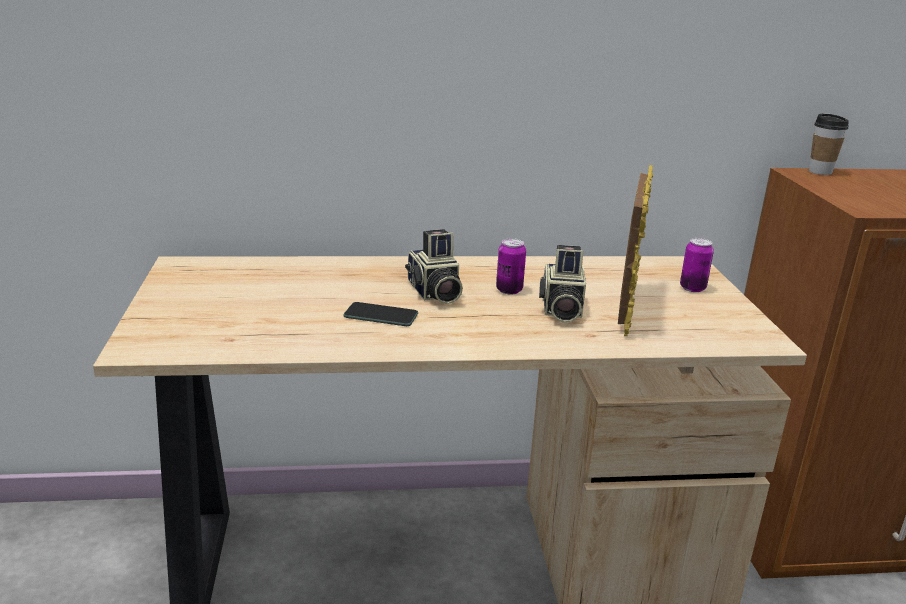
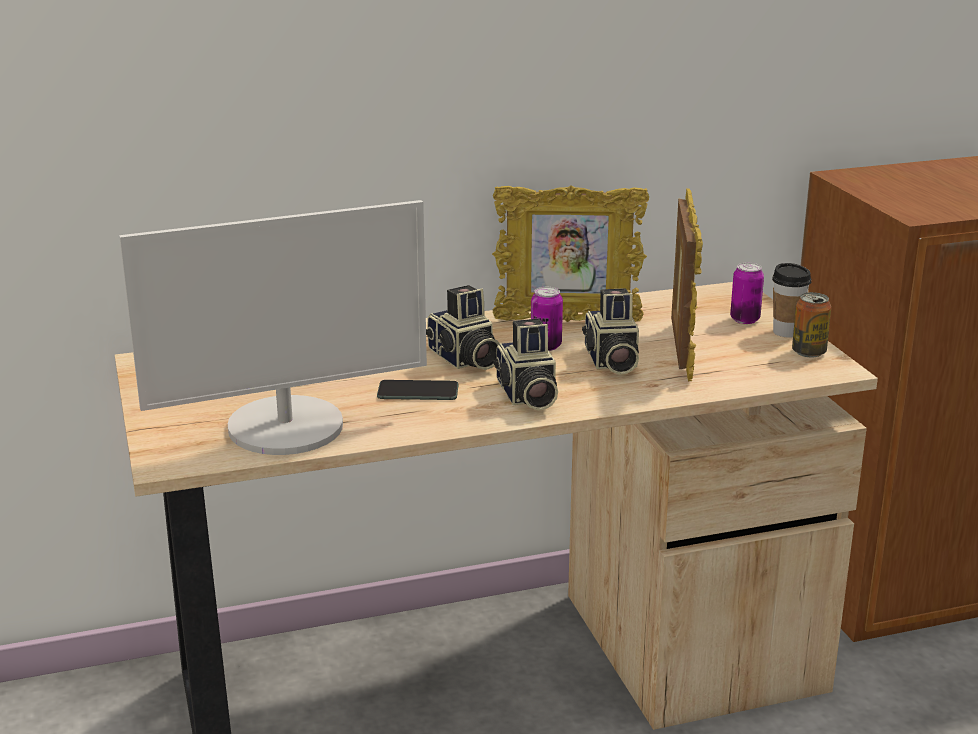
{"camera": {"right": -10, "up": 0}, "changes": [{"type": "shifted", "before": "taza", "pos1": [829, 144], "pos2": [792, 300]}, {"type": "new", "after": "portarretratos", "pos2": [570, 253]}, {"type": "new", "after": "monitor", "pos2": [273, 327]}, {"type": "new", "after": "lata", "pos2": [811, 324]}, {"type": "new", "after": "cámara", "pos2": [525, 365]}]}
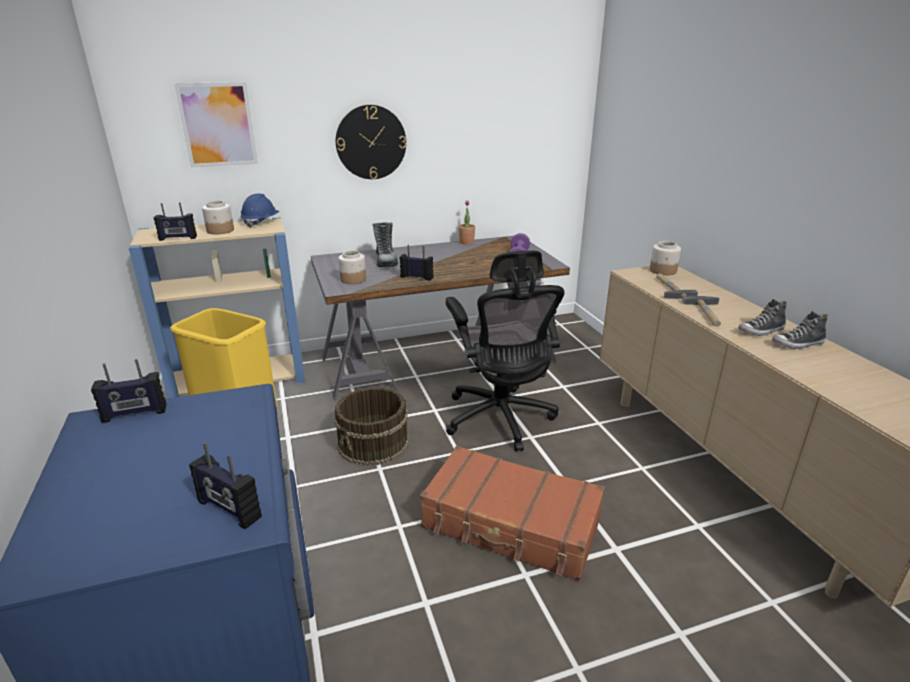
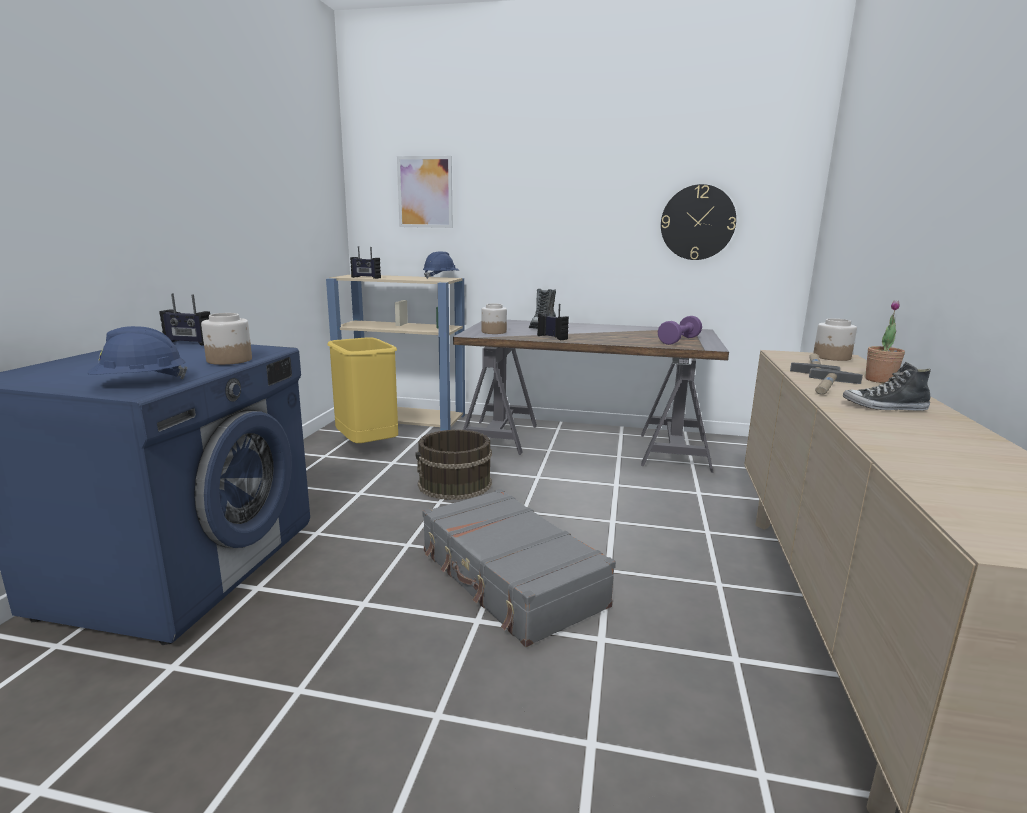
{"camera": {"right": 30, "up": -10}, "changes": [{"type": "shifted", "before": "reloj de pared", "pos1": [371, 142], "pos2": [698, 222]}, {"type": "shifted", "before": "planta en maceta", "pos1": [466, 222], "pos2": [885, 341]}, {"type": "shifted", "before": "tarro", "pos1": [218, 217], "pos2": [226, 339]}, {"type": "gone", "before": "silla de oficina", "pos1": [505, 351]}, {"type": "gone", "before": "zapato", "pos1": [800, 330]}, {"type": "swapped", "before": "radio", "after": "casco/azul", "pos1": [225, 485], "pos2": [137, 352]}, {"type": "repainted", "before": "maleta/marrón", "after": "maleta/gris", "pos1": [512, 513], "pos2": [519, 568]}]}
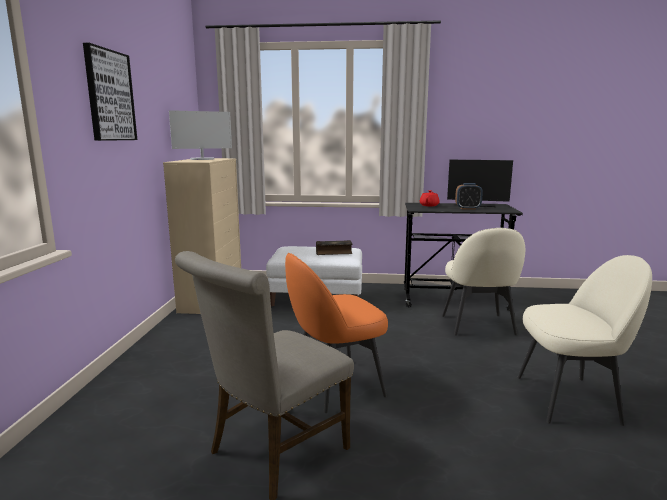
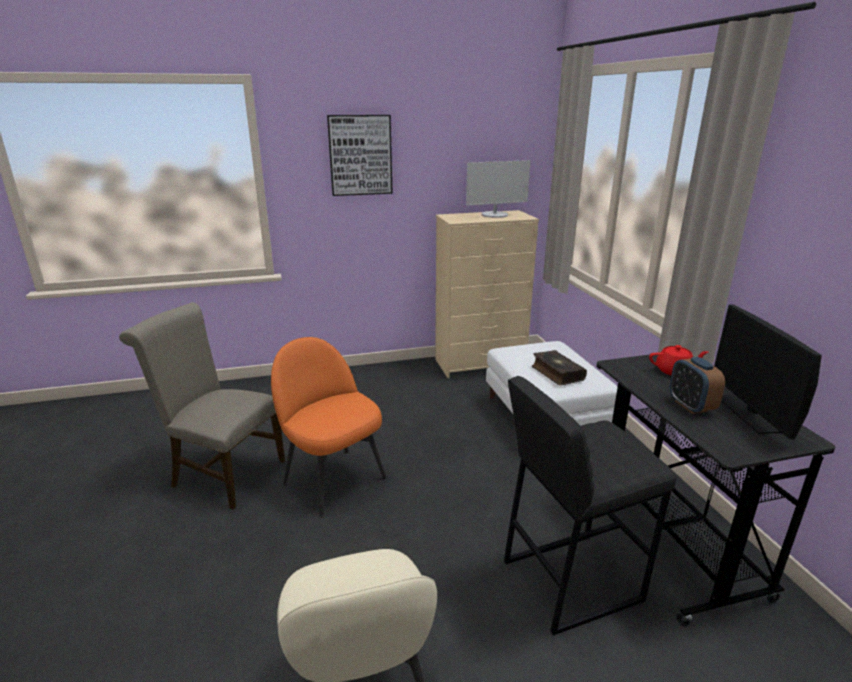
{"camera": {"right": 70, "up": 10}, "changes": [{"type": "rotated", "before": "monitor", "pos1": [200, 135], "pos2": [498, 189], "turn": -60}, {"type": "swapped", "before": "silla/beis", "after": "taburete/negro", "pos1": [483, 282], "pos2": [590, 506]}]}
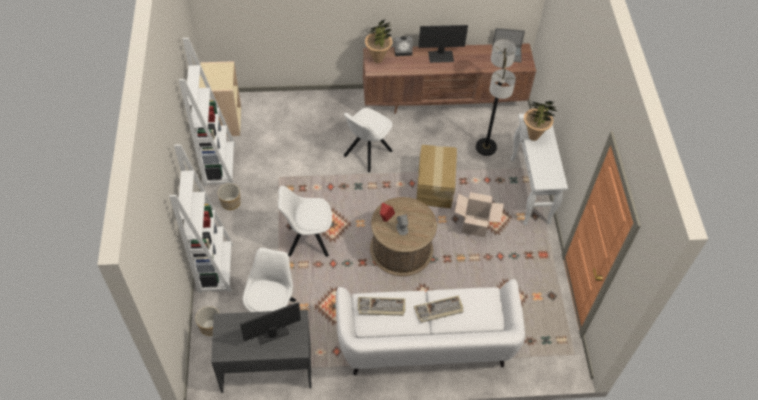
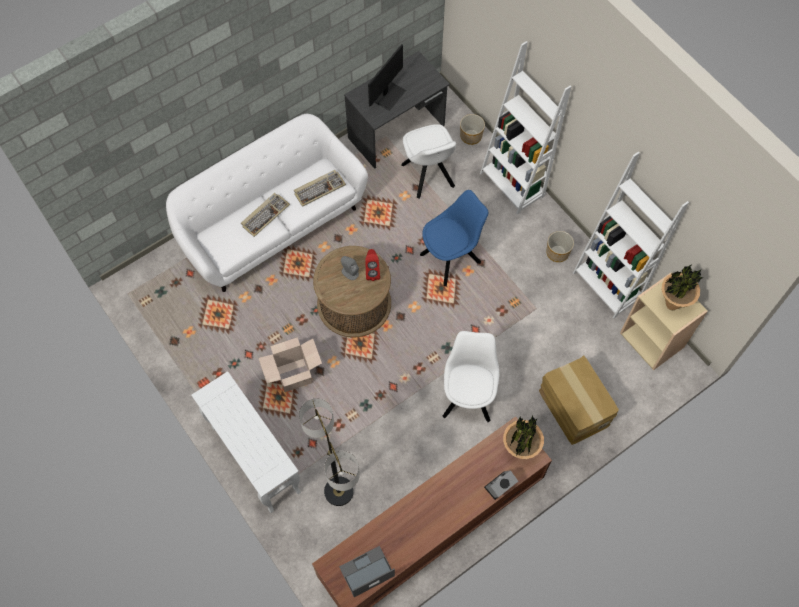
{"camera": {"right": 150, "up": 10}, "changes": [{"type": "gone", "before": "monitor", "pos1": [443, 44]}, {"type": "shifted", "before": "planta en maceta", "pos1": [540, 121], "pos2": [682, 287]}, {"type": "shifted", "before": "caja de cartón", "pos1": [436, 176], "pos2": [579, 400]}, {"type": "repainted", "before": "silla/blanco", "after": "silla/azul", "pos1": [305, 221], "pos2": [454, 238]}]}
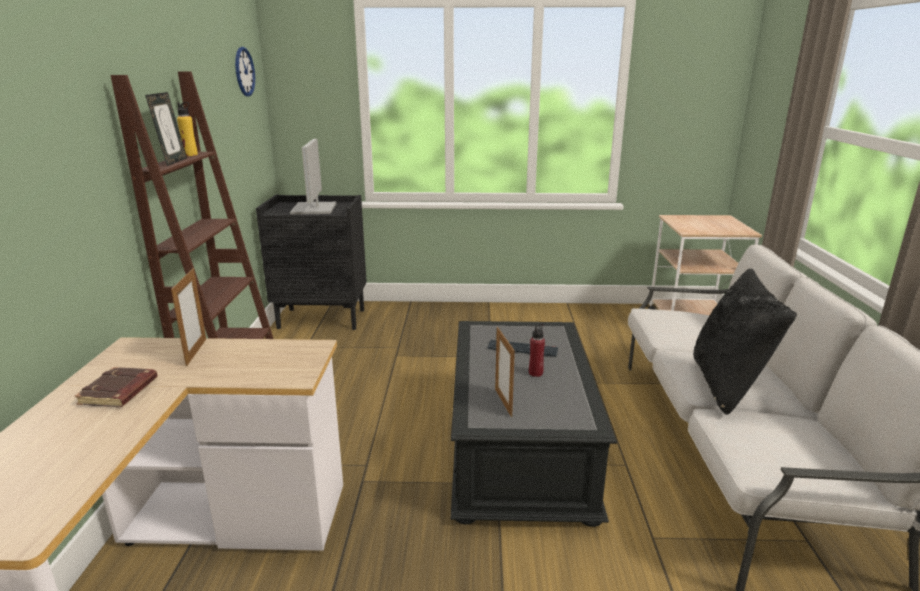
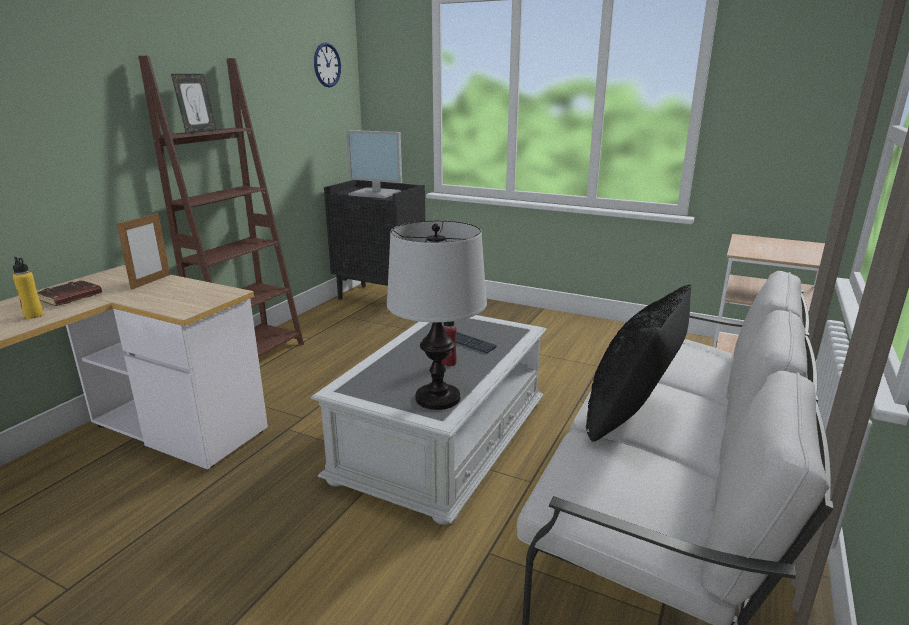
{"camera": {"right": 25, "up": 0}, "changes": [{"type": "shifted", "before": "botella/amarillo", "pos1": [187, 129], "pos2": [28, 288]}, {"type": "rotated", "before": "monitor", "pos1": [313, 177], "pos2": [374, 164], "turn": -90}, {"type": "repainted", "before": "mesa de centro/negro", "after": "mesa de centro/blanco", "pos1": [534, 424], "pos2": [429, 420]}, {"type": "gone", "before": "portarretratos", "pos1": [505, 372]}, {"type": "new", "after": "lámpara de mesa", "pos2": [437, 315]}]}
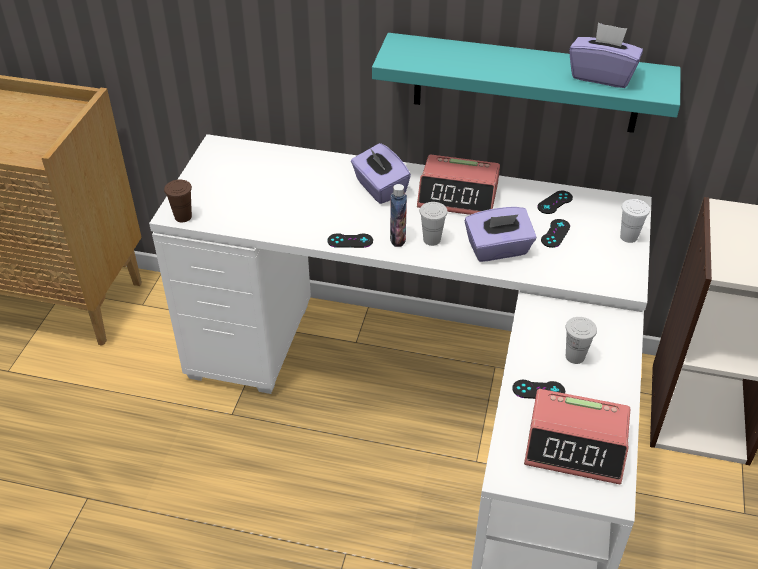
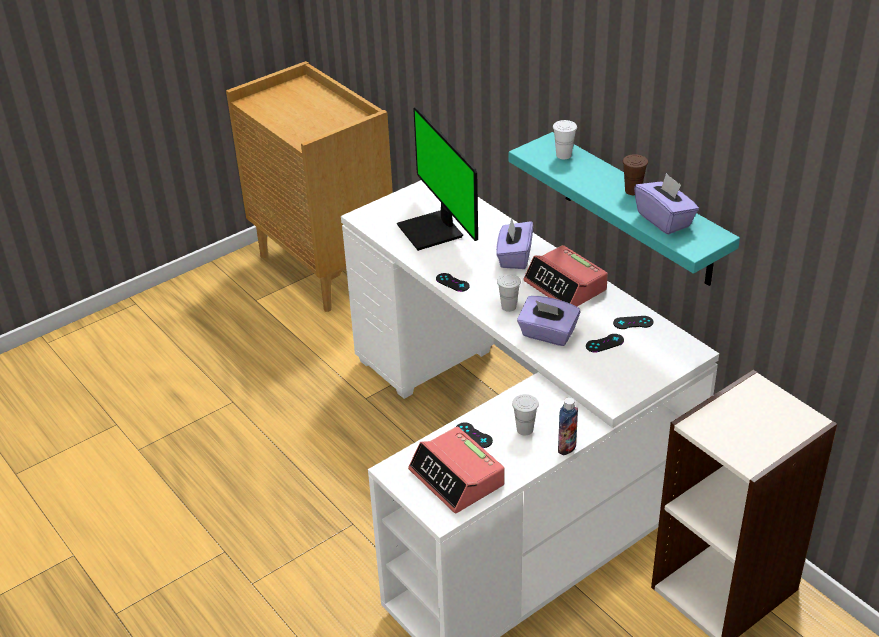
{"camera": {"right": 40, "up": -5}, "changes": [{"type": "shifted", "before": "taza/marrón", "pos1": [178, 201], "pos2": [635, 174]}, {"type": "shifted", "before": "botella", "pos1": [398, 215], "pos2": [568, 426]}, {"type": "shifted", "before": "taza/blanco", "pos1": [635, 221], "pos2": [565, 139]}, {"type": "new", "after": "monitor", "pos2": [437, 179]}]}
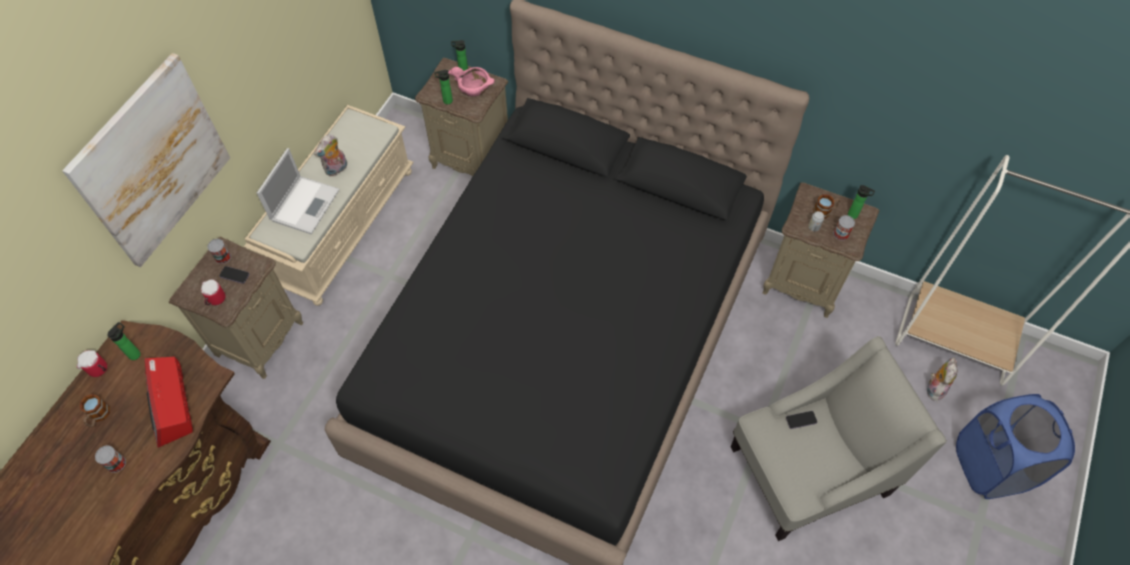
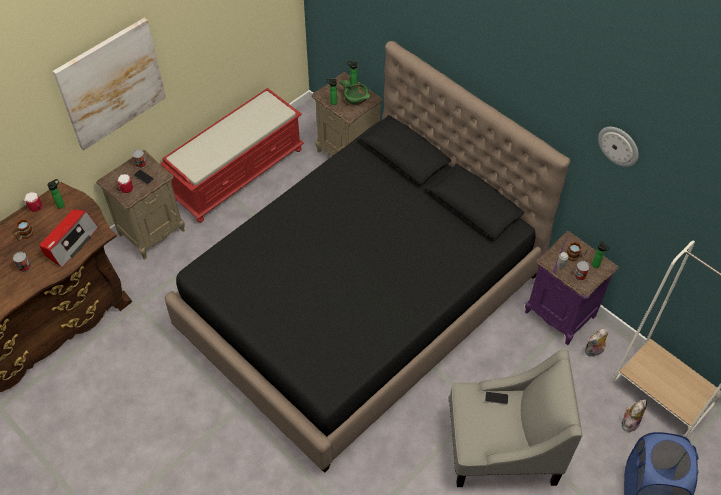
{"camera": {"right": 20, "up": -5}, "changes": [{"type": "repainted", "before": "cuenco/rosa", "after": "cuenco/verde", "pos1": [471, 82], "pos2": [355, 92]}, {"type": "repainted", "before": "banco/beis", "after": "banco/rojo", "pos1": [329, 205], "pos2": [232, 155]}, {"type": "shifted", "before": "peluche", "pos1": [330, 155], "pos2": [596, 342]}, {"type": "gone", "before": "portátil", "pos1": [298, 191]}, {"type": "repainted", "before": "mesita de noche/beis", "after": "mesita de noche/morado", "pos1": [821, 250], "pos2": [572, 288]}, {"type": "rotated", "before": "radio", "pos1": [169, 402], "pos2": [68, 239], "turn": -150}, {"type": "new", "after": "reloj de pared", "pos2": [618, 147]}]}
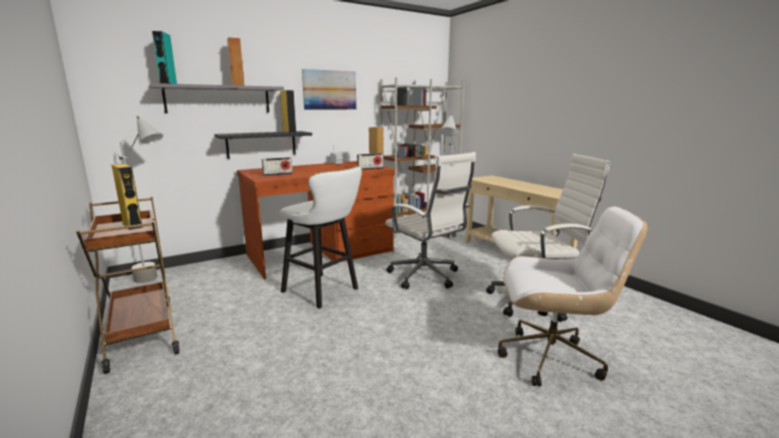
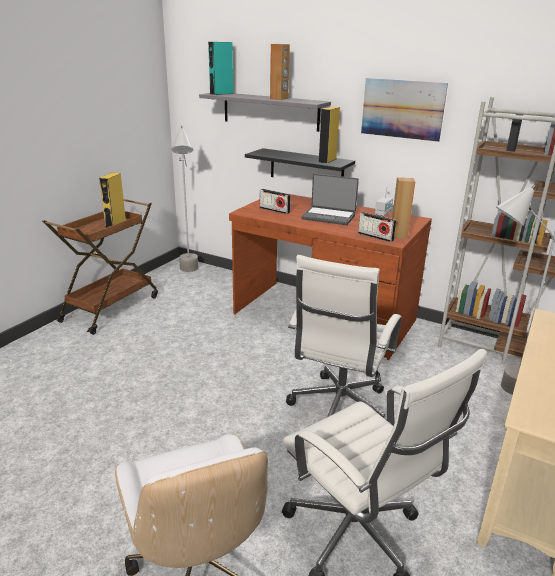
{"camera": {"right": 60, "up": 10}, "changes": [{"type": "gone", "before": "taburete/blanco", "pos1": [321, 237]}, {"type": "new", "after": "portátil", "pos2": [330, 199]}]}
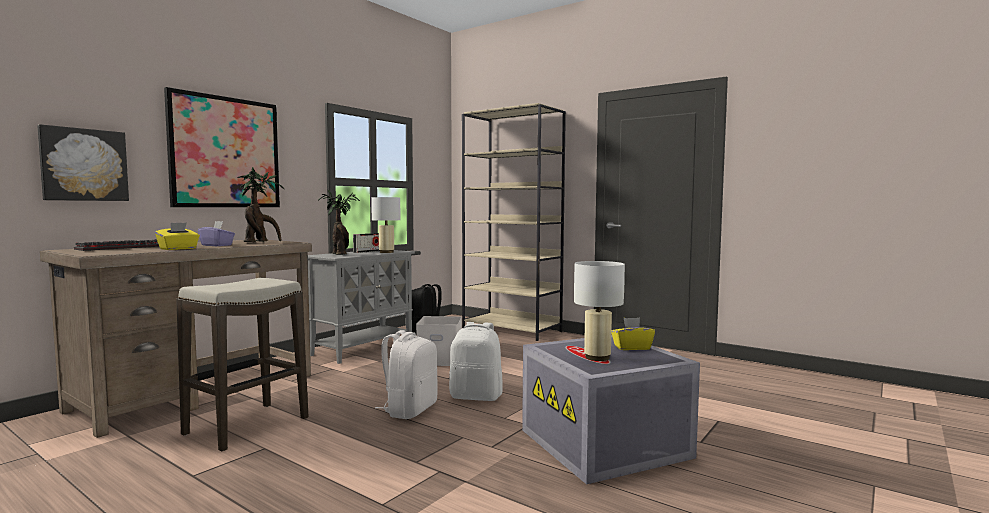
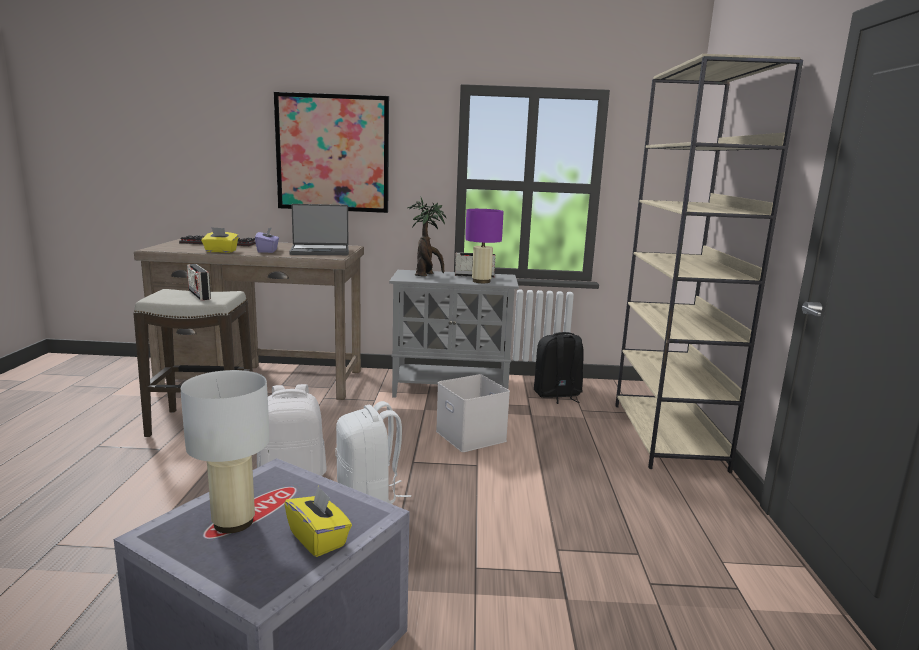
{"camera": {"right": 55, "up": 10}, "changes": [{"type": "gone", "before": "cuadro", "pos1": [83, 162]}, {"type": "swapped", "before": "planta en maceta", "after": "portátil", "pos1": [260, 204], "pos2": [319, 229]}, {"type": "repainted", "before": "lámpara de mesa/blanco", "after": "lámpara de mesa/morado", "pos1": [385, 225], "pos2": [484, 246]}, {"type": "new", "after": "radio", "pos2": [199, 282]}]}
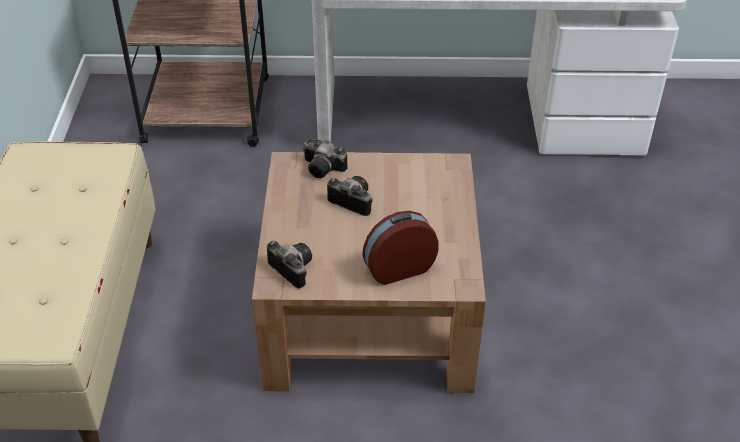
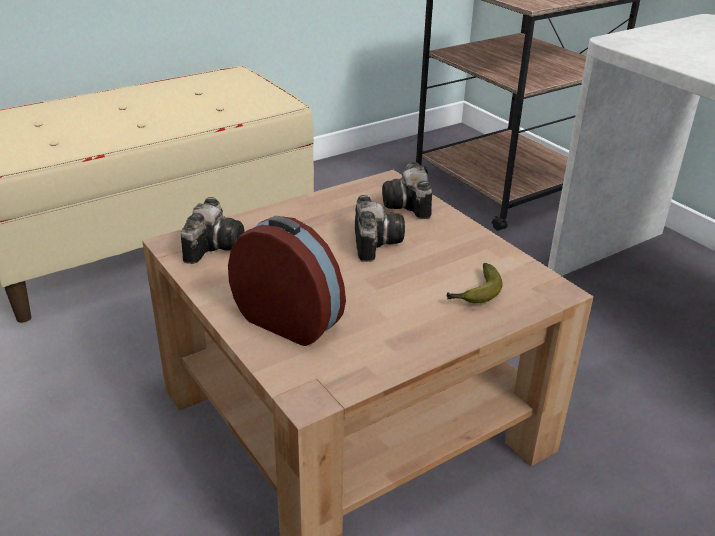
{"camera": {"right": 55, "up": -10}, "changes": [{"type": "new", "after": "plátano", "pos2": [474, 283]}]}
